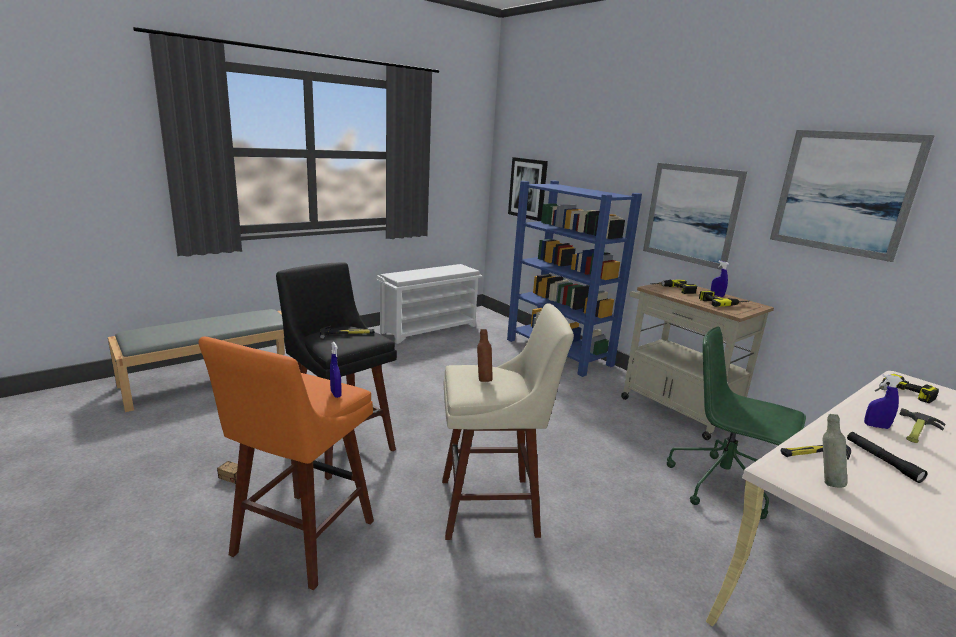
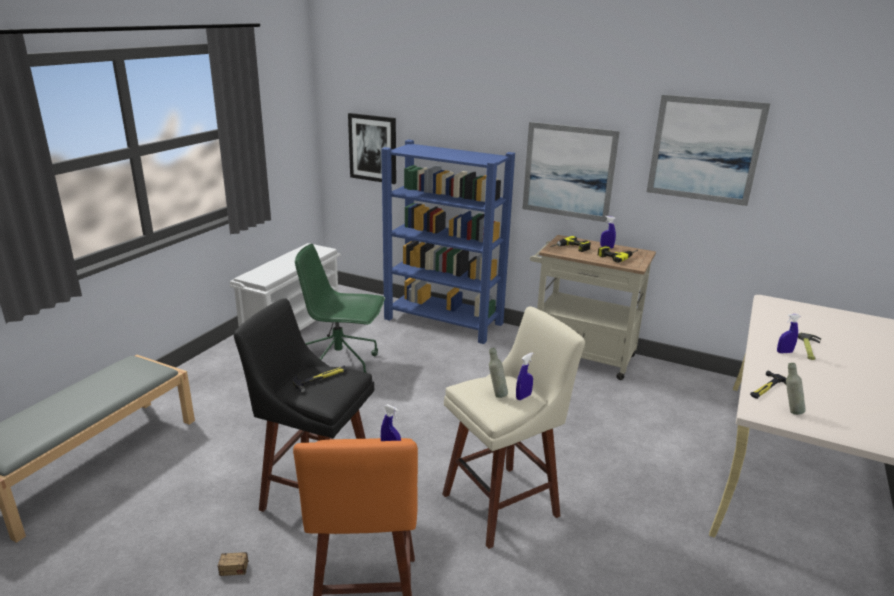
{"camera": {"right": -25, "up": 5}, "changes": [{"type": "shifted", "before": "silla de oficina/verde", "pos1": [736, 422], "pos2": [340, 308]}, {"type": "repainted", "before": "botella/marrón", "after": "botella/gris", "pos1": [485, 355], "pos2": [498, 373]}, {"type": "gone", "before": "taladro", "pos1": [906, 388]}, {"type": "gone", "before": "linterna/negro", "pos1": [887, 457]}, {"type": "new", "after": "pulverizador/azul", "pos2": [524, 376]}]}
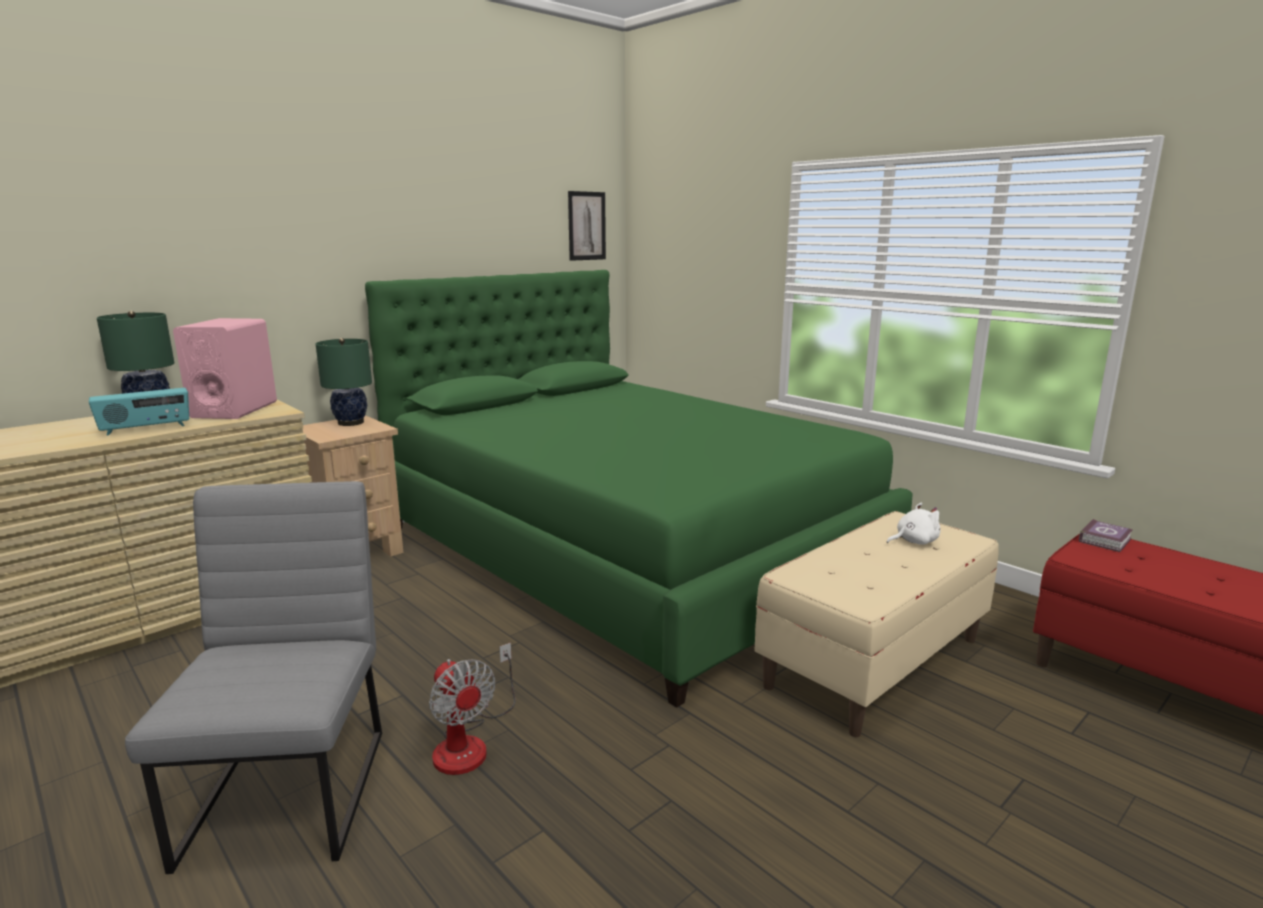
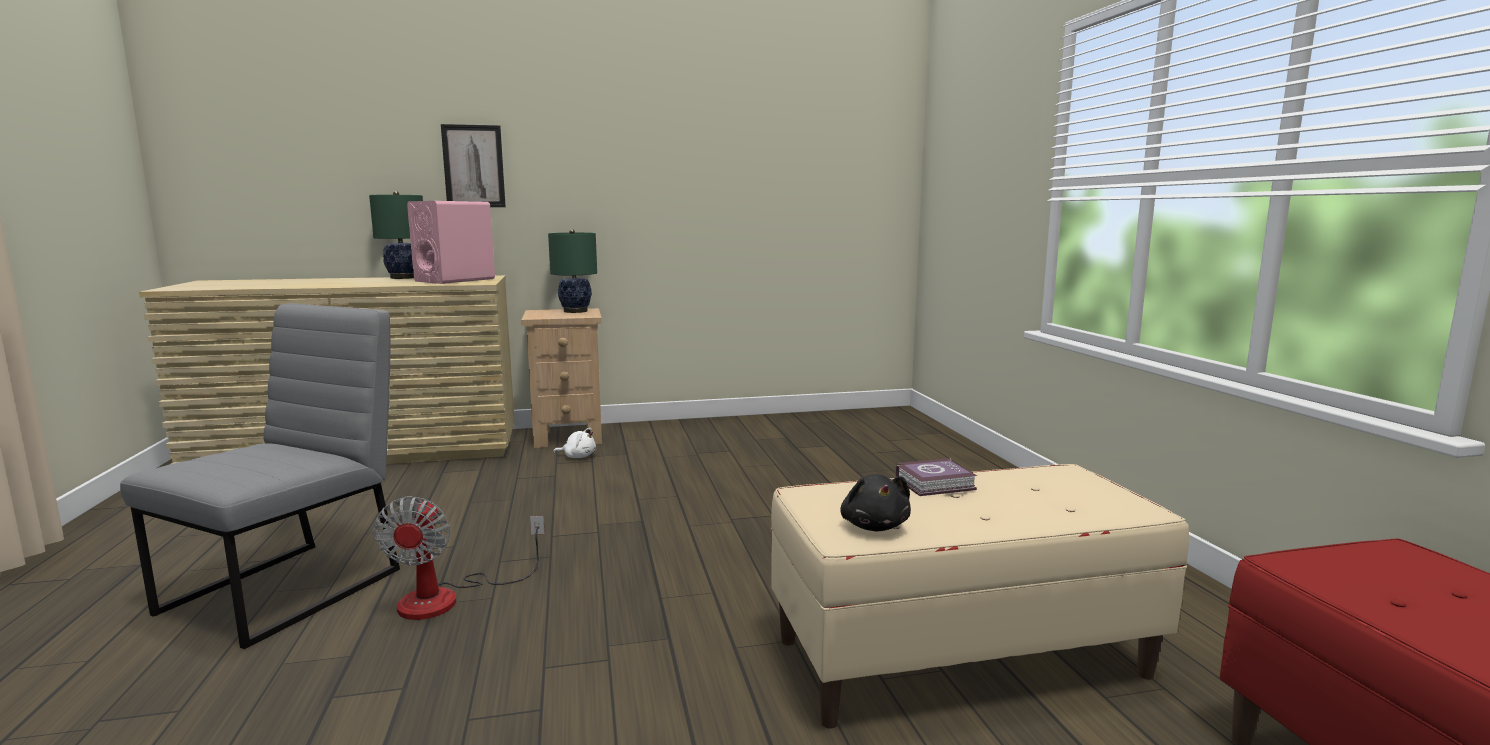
{"camera": {"right": 30, "up": -5}, "changes": [{"type": "shifted", "before": "cuadro", "pos1": [587, 226], "pos2": [473, 165]}, {"type": "gone", "before": "cama/verde", "pos1": [639, 489]}, {"type": "gone", "before": "radio", "pos1": [139, 412]}, {"type": "shifted", "before": "peluche/blanco", "pos1": [914, 524], "pos2": [574, 443]}, {"type": "shifted", "before": "libro", "pos1": [1106, 535], "pos2": [936, 477]}, {"type": "new", "after": "peluche/negro", "pos2": [875, 502]}]}
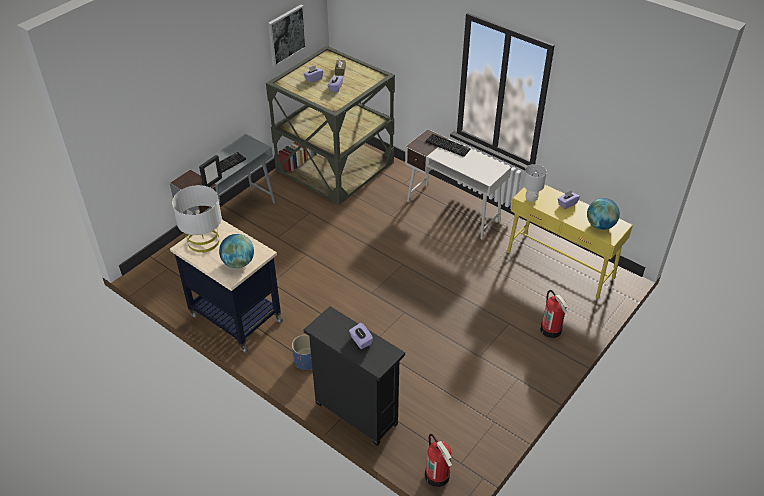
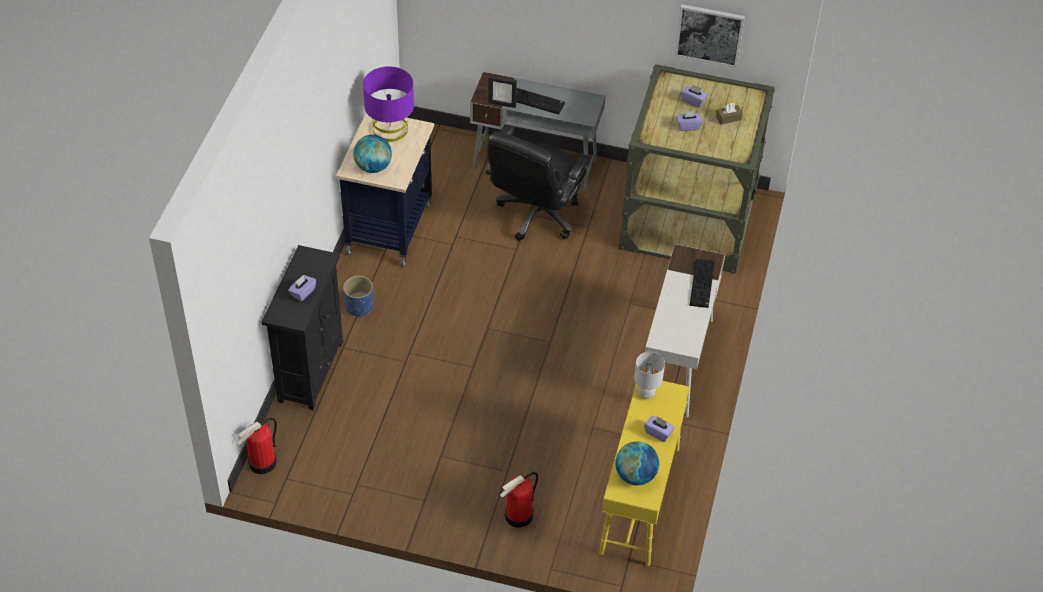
{"camera": {"right": 65, "up": 5}, "changes": [{"type": "repainted", "before": "lámpara de mesa/gris", "after": "lámpara de mesa/morado", "pos1": [197, 219], "pos2": [388, 104]}, {"type": "new", "after": "silla de oficina/negro", "pos2": [538, 183]}]}
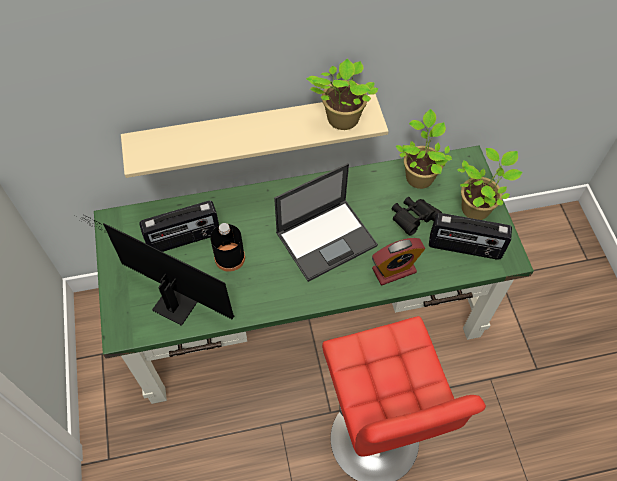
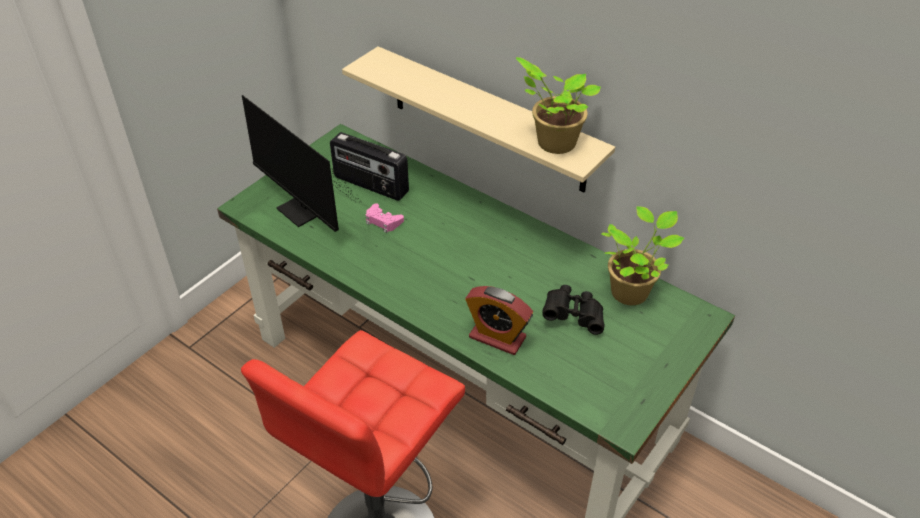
{"camera": {"right": 50, "up": -15}, "changes": [{"type": "gone", "before": "planta en maceta", "pos1": [490, 184]}, {"type": "gone", "before": "portátil", "pos1": [326, 222]}, {"type": "gone", "before": "radio", "pos1": [470, 236]}, {"type": "rotated", "before": "monitor", "pos1": [153, 270], "pos2": [301, 163], "turn": 150}, {"type": "swapped", "before": "botella/negro", "after": "mando de consola/rosa", "pos1": [227, 247], "pos2": [385, 218]}]}
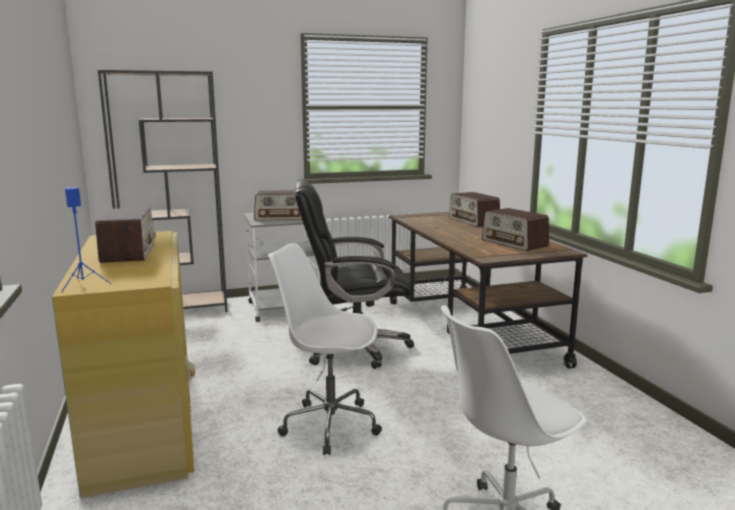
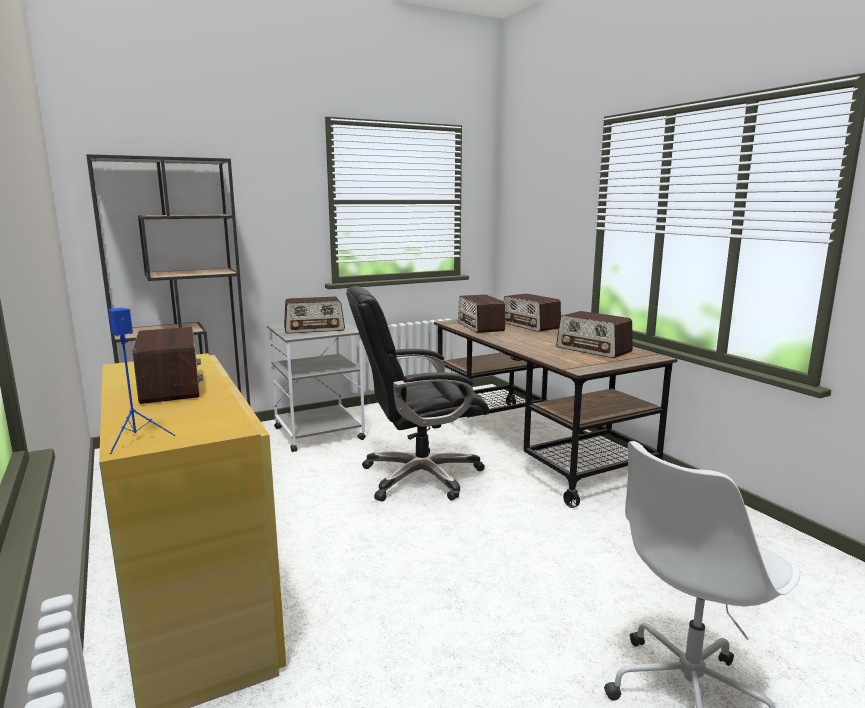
{"camera": {"right": -10, "up": 0}, "changes": [{"type": "gone", "before": "silla de oficina/blanco", "pos1": [325, 349]}, {"type": "new", "after": "radio", "pos2": [481, 313]}]}
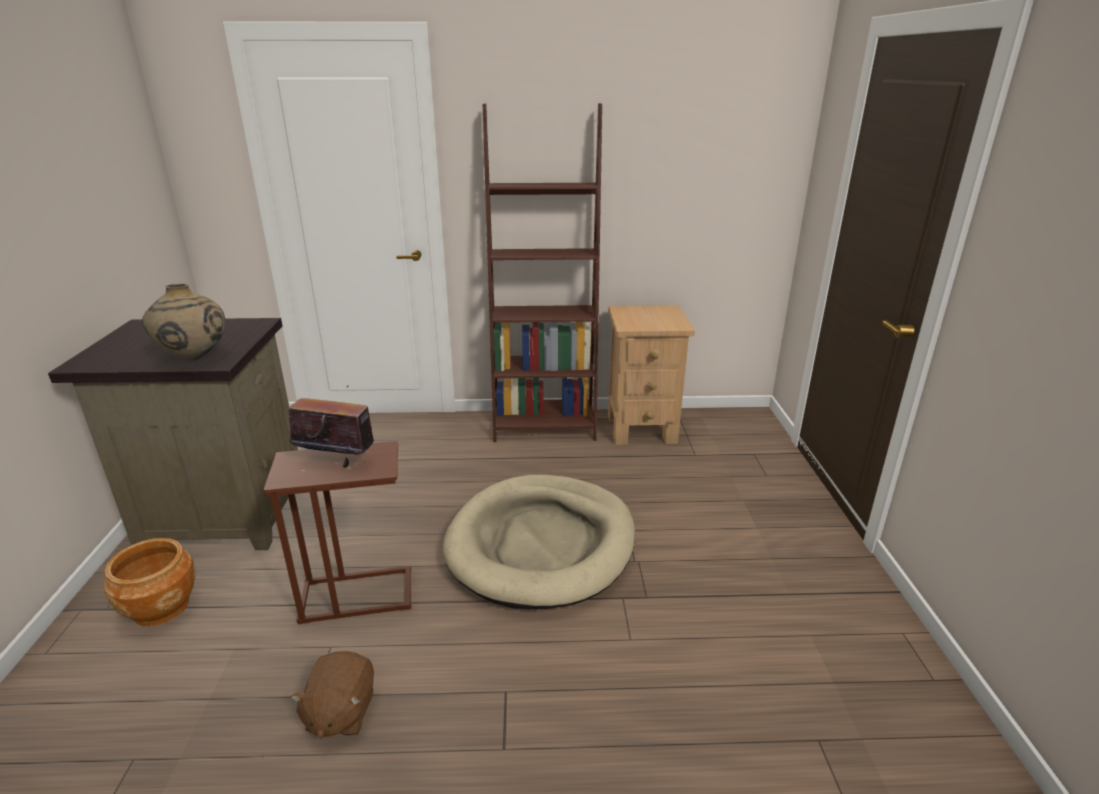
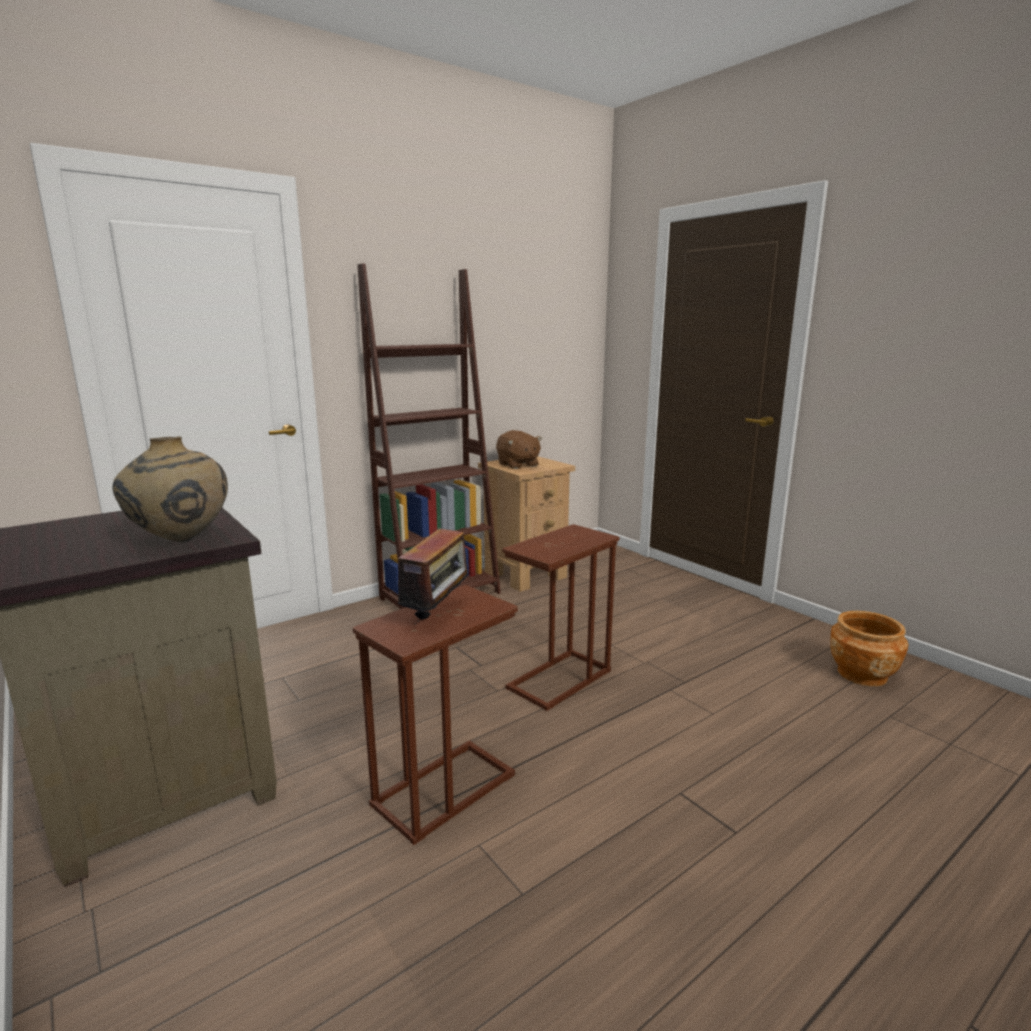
{"camera": {"right": -35, "up": -10}, "changes": [{"type": "rotated", "before": "radio", "pos1": [331, 427], "pos2": [430, 576], "turn": 135}, {"type": "swapped", "before": "cama para perro/beis", "after": "mesa auxiliar/marrón", "pos1": [539, 542], "pos2": [561, 617]}, {"type": "shifted", "before": "maceta/marrón", "pos1": [150, 582], "pos2": [869, 648]}, {"type": "shifted", "before": "peluche/marrón", "pos1": [332, 695], "pos2": [519, 449]}]}
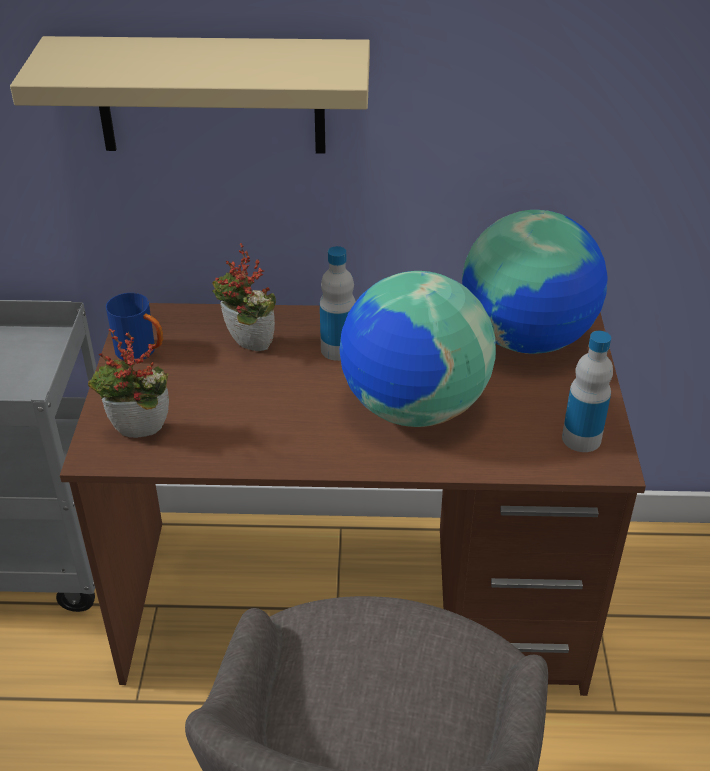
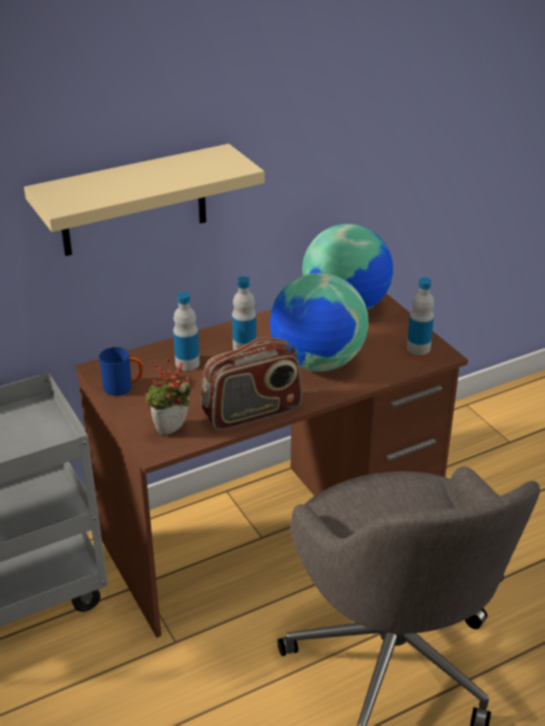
{"camera": {"right": -30, "up": -5}, "changes": [{"type": "swapped", "before": "planta en maceta", "after": "botella", "pos1": [244, 297], "pos2": [186, 331]}, {"type": "new", "after": "radio", "pos2": [251, 384]}]}
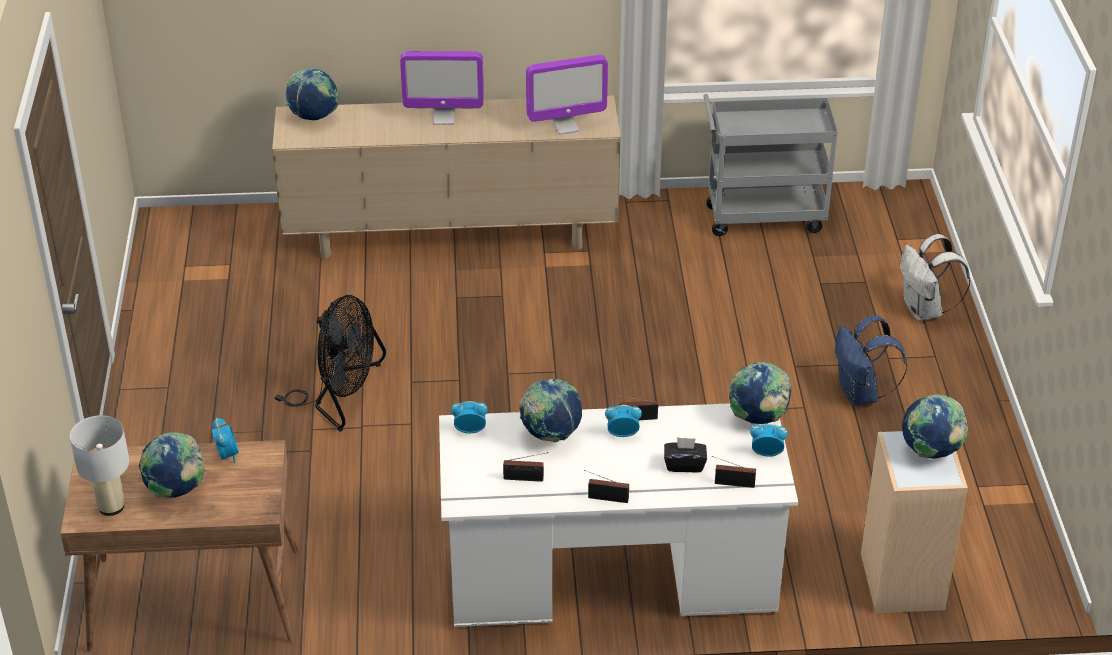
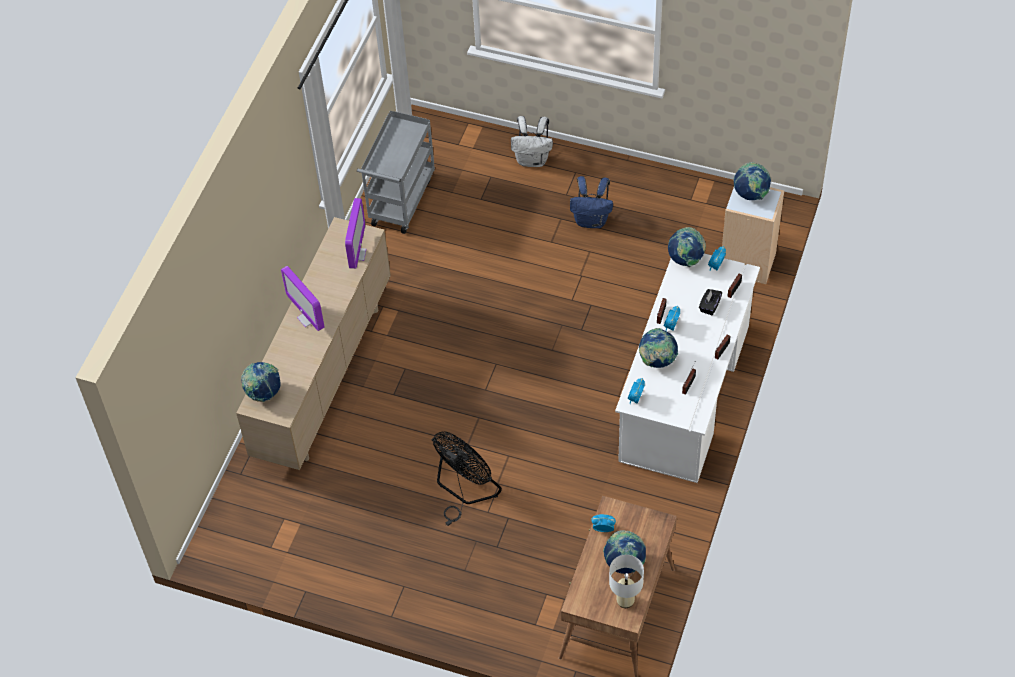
{"camera": {"right": -65, "up": 15}, "changes": [{"type": "rotated", "before": "monitor", "pos1": [442, 88], "pos2": [303, 298], "turn": 120}]}
